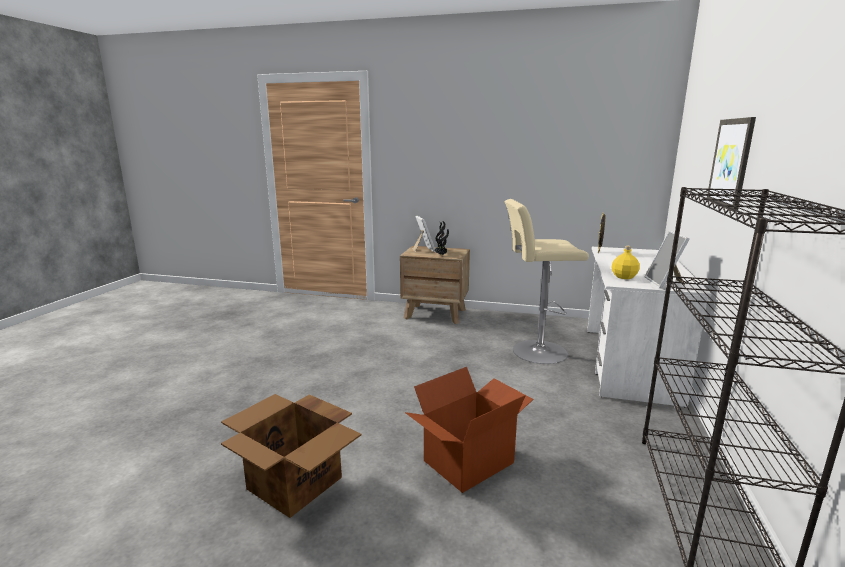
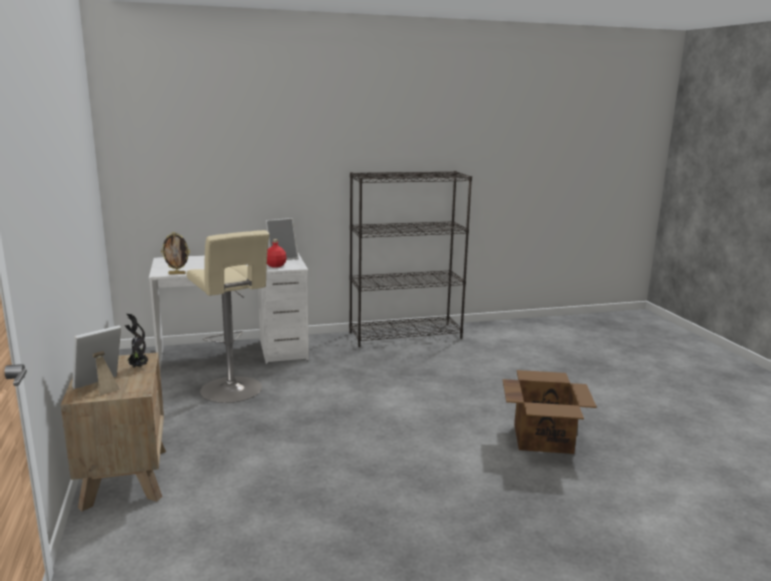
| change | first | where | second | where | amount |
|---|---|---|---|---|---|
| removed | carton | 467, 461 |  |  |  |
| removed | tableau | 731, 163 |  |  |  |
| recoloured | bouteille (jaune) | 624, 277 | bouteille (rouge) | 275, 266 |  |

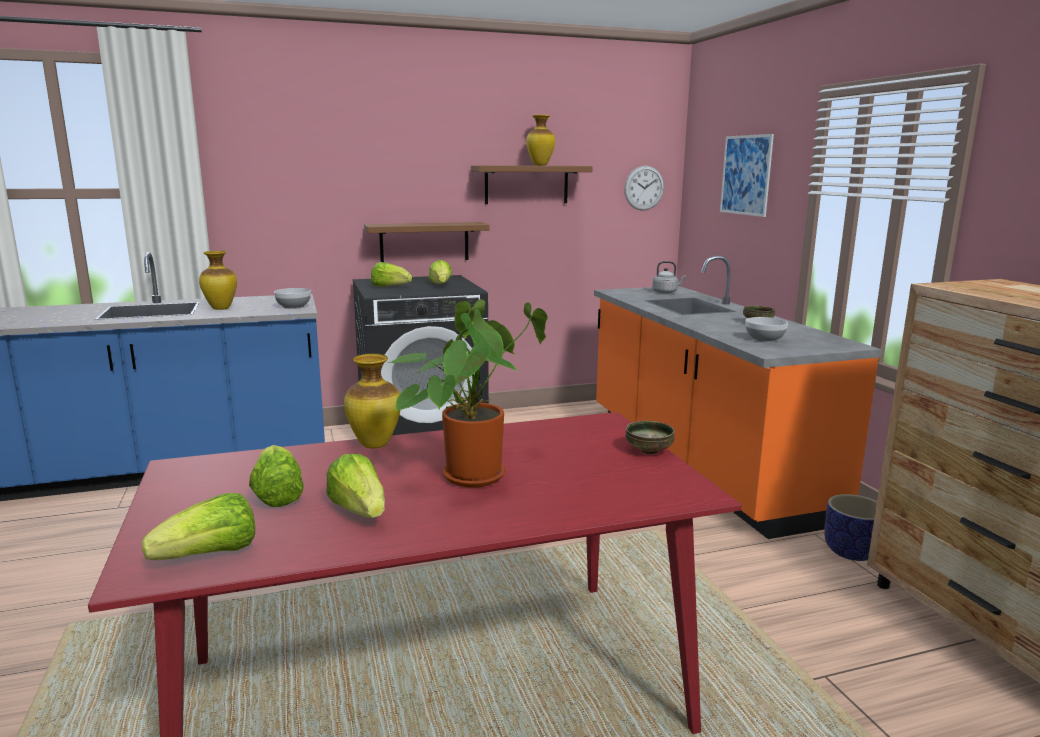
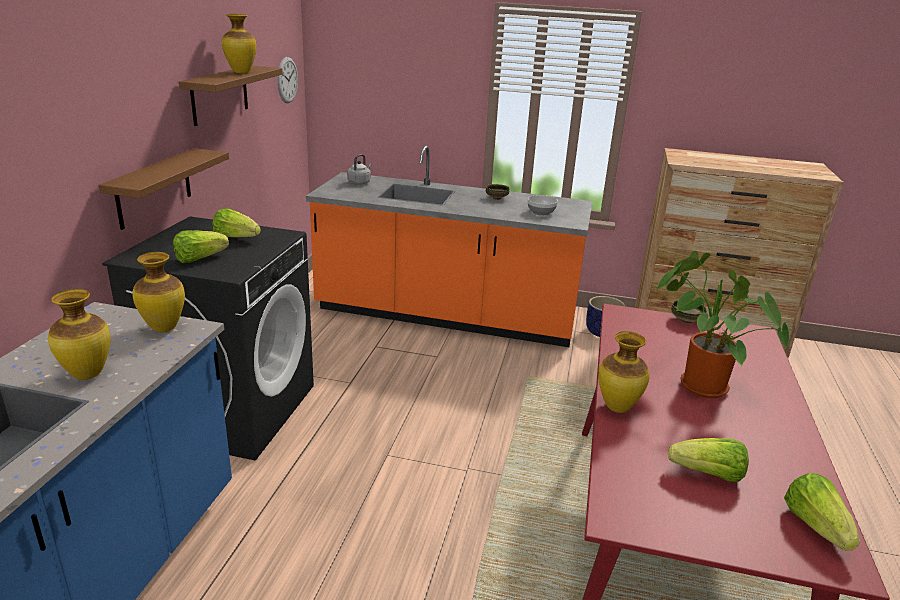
| change | first | where | second | where | amount |
|---|---|---|---|---|---|
| removed | laitue | 359, 510 |  |  |  |
| removed | tableau | 746, 175 |  |  |  |
| replaced | bol | 294, 306 | vase | 164, 328 |  |

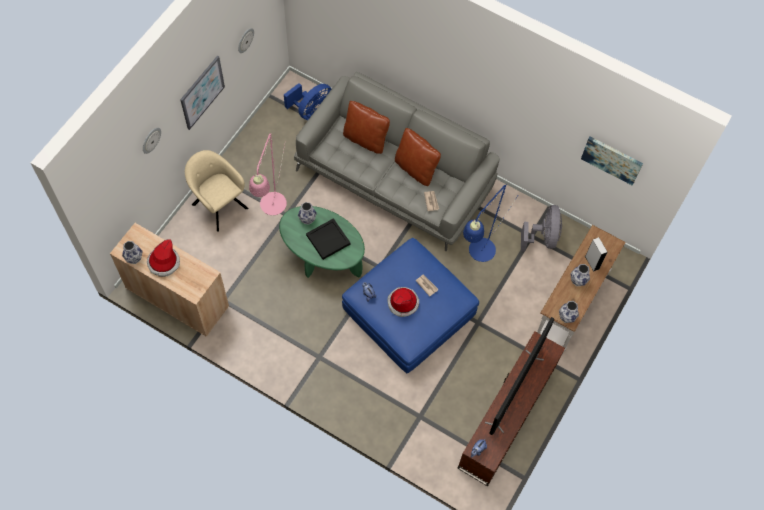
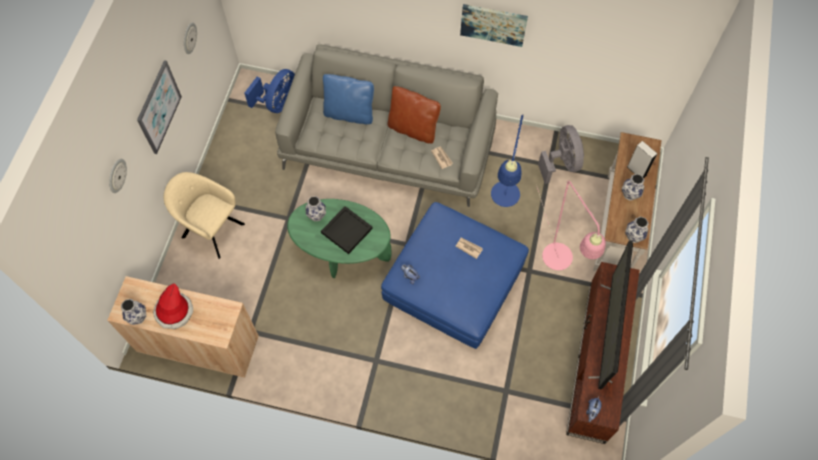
| change | first | where | second | where | amount |
|---|---|---|---|---|---|
| removed | chapeau | 403, 303 |  |  |  |
| moved | lampadaire (rose) | 272, 210 |  | 560, 264 |  |
| moved | tableau | 612, 159 |  | 493, 24 |  |
| recoloured | coussin (marron) | 365, 139 | coussin (bleu) | 349, 113 |  |

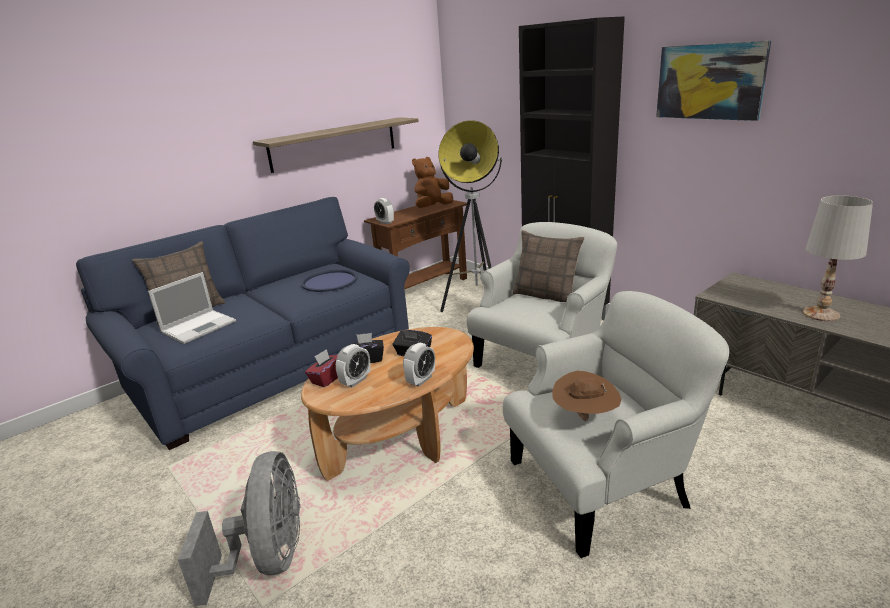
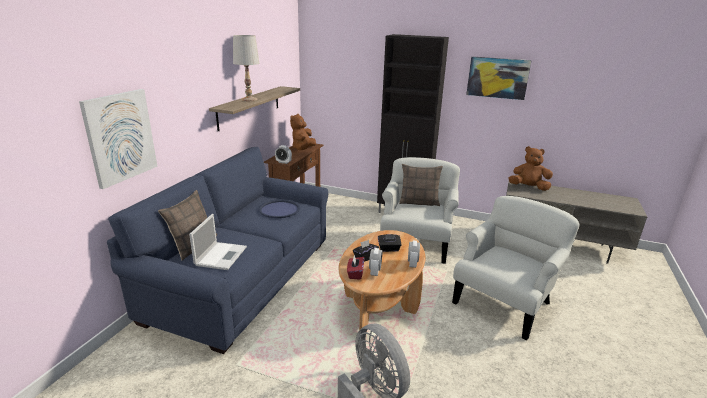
| change | first | where | second | where | amount |
|---|---|---|---|---|---|
| removed | lampadaire | 478, 305 |  |  |  |
| removed | chapeau (marron) | 585, 417 |  |  |  |
| added |  |  | tableau | 120, 137 |  |
| added |  |  | peluche (marron) | 528, 187 |  |
| moved | lampe de table (blanc) | 821, 314 |  | 249, 99 |  |

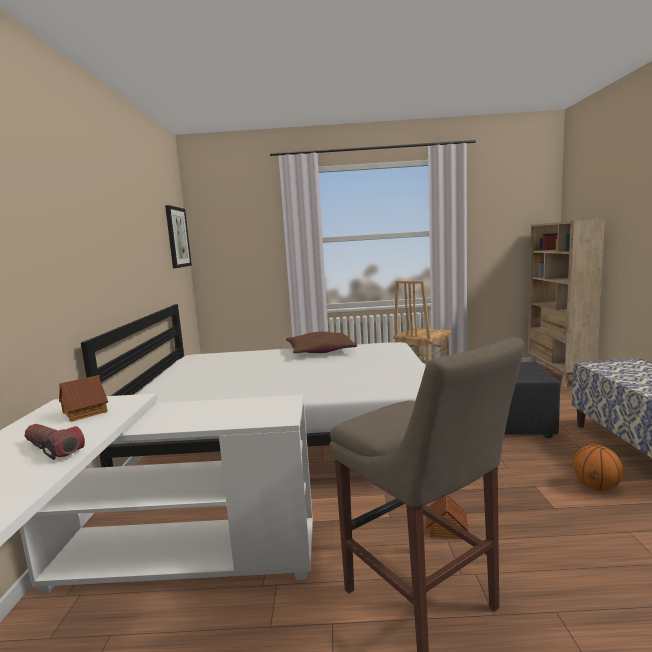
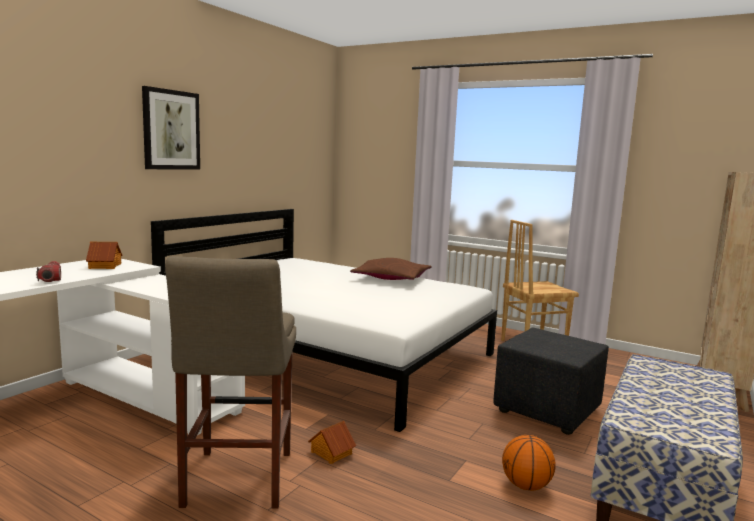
| change | first | where | second | where | amount |
|---|---|---|---|---|---|
| moved | tableau | 177, 237 |  | 171, 130 |  |

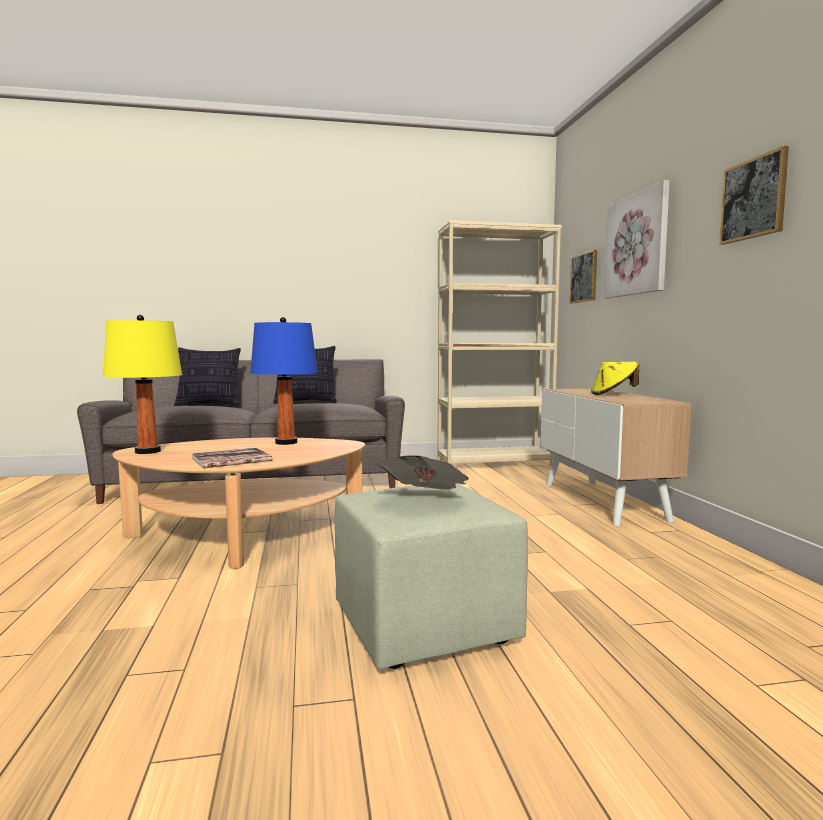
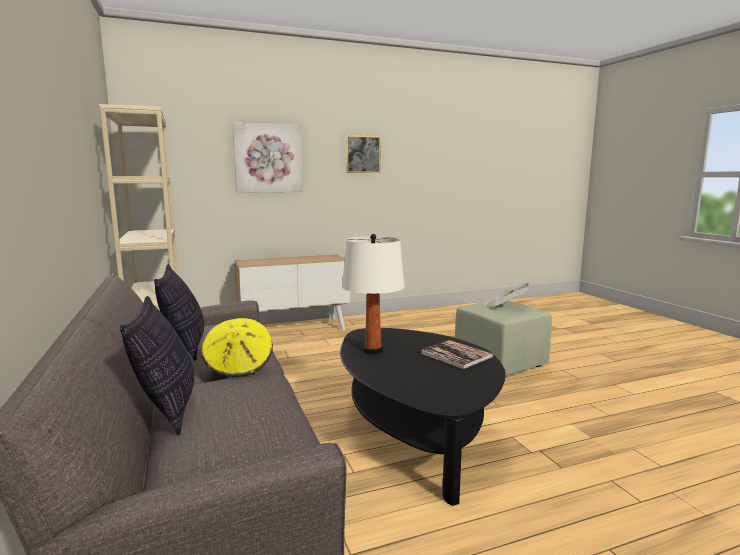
| change | first | where | second | where | amount |
|---|---|---|---|---|---|
| removed | lampe de table (jaune) | 147, 451 |  |  |  |
| removed | tableau | 584, 277 |  |  |  |
| moved | chapeau (jaune) | 613, 394 |  | 239, 366 |  |
| recoloured | table basse (beige) | 245, 535 | table basse (noir) | 415, 433 |  |
| recoloured | lampe de table (bleu) | 286, 442 | lampe de table (blanc) | 373, 350 |  |

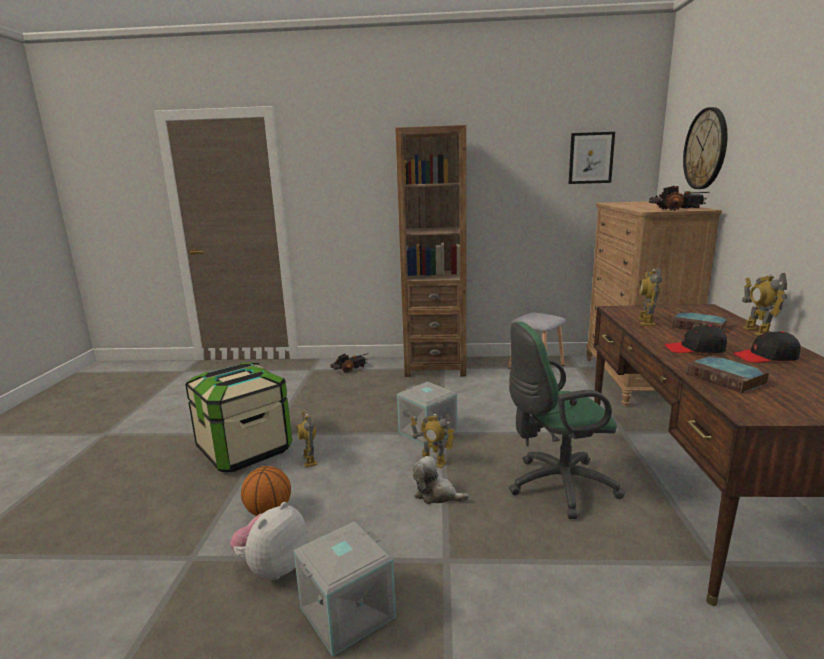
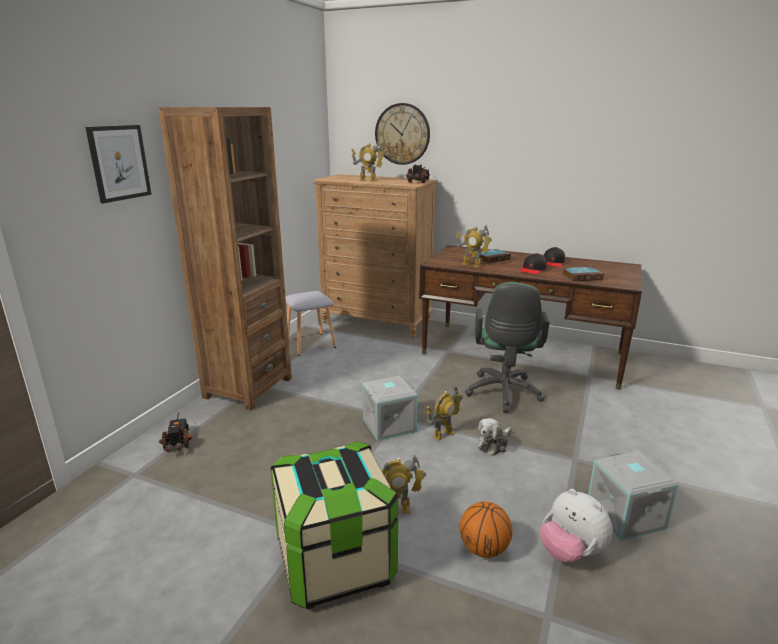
| change | first | where | second | where | amount |
|---|---|---|---|---|---|
| moved | tableau | 591, 158 |  | 119, 163 |  |
| moved | robot jouet | 757, 331 |  | 368, 180 |  |

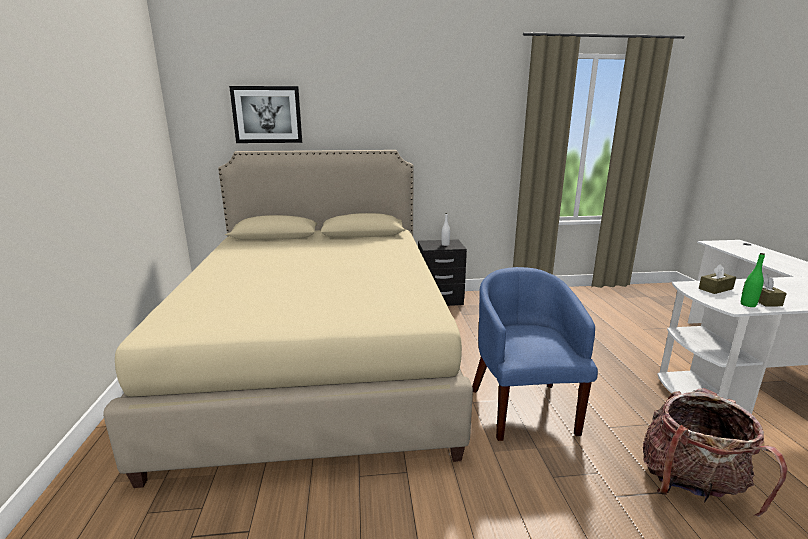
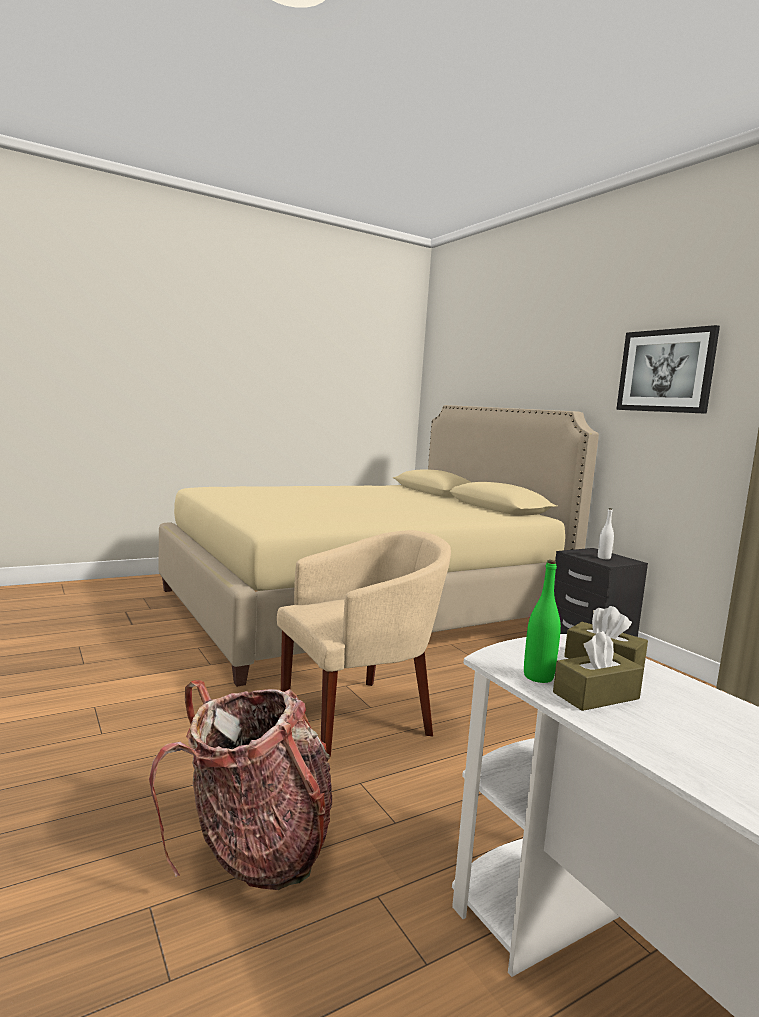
| change | first | where | second | where | amount |
|---|---|---|---|---|---|
| moved | tableau | 267, 115 |  | 665, 371 |  |
| recoloured | fauteuil (bleu) | 522, 407 | fauteuil (beige) | 359, 716 |  |

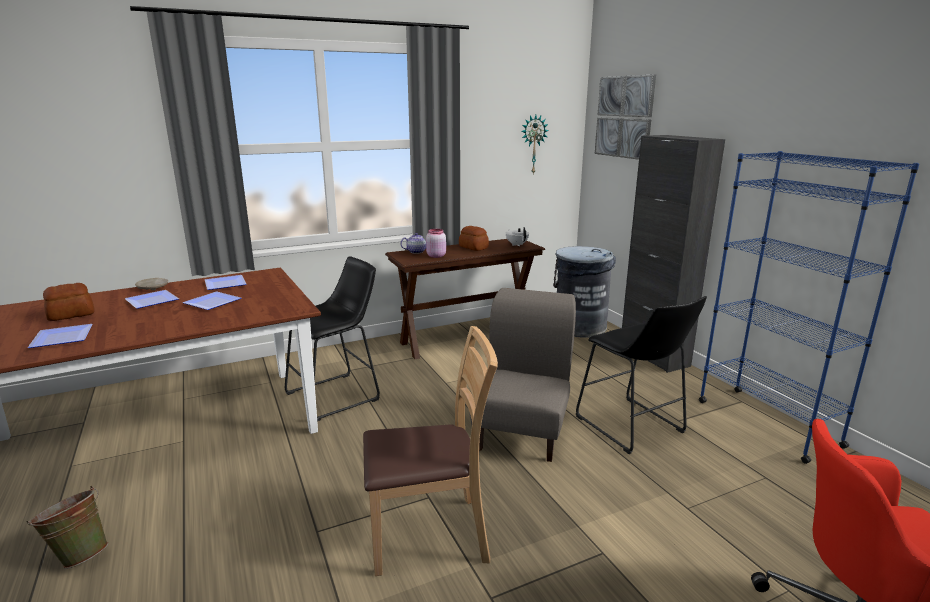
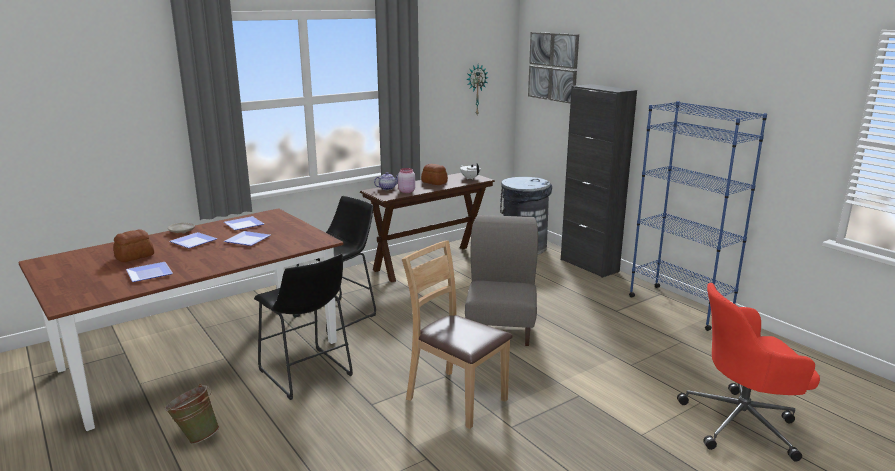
| change | first | where | second | where | amount |
|---|---|---|---|---|---|
| moved | tabouret (noir) | 632, 427 |  | 307, 375 |  |
| turned | chaise (marron) | 430, 535 |  | 456, 398 | 120 degrees counterclockwise |

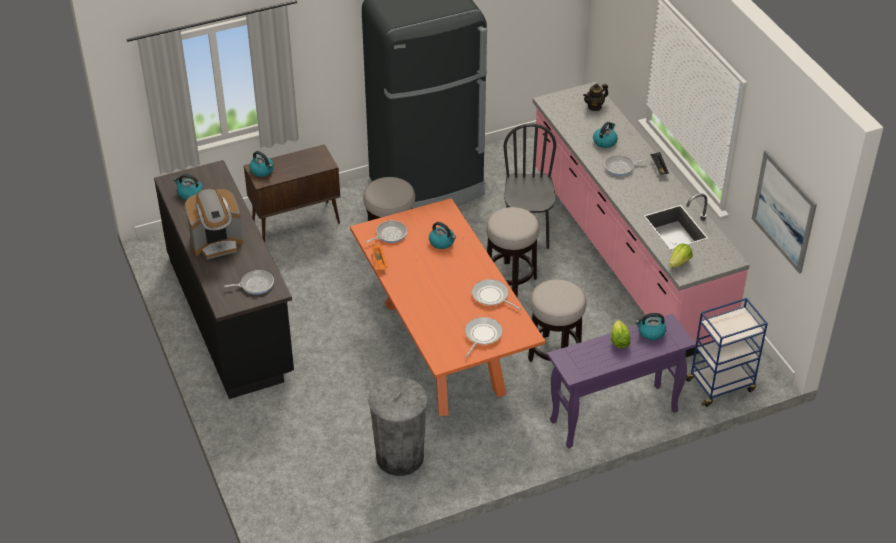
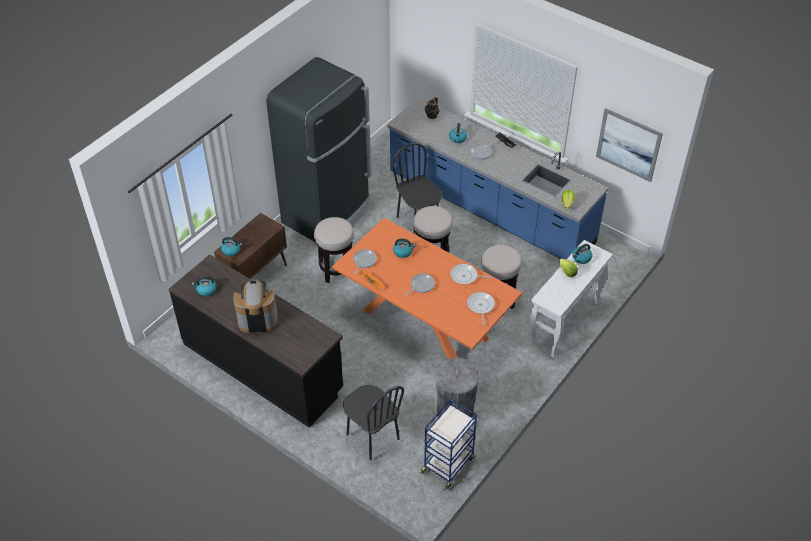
| change | first | where | second | where | amount |
|---|---|---|---|---|---|
| added |  |  | chaise (noir) | 372, 437 |  |
| moved | poêle | 255, 284 |  | 421, 285 |  |
| moved | chariot (bleu) | 720, 385 |  | 448, 464 |  |
| recoloured | comptoir de cuisine (rose) | 625, 253 | comptoir de cuisine (bleu) | 489, 209 |  |
| recoloured | table console (violet) | 613, 417 | table console (blanc) | 564, 323 |  |
| turned | machine à café | 217, 243 |  | 257, 319 | 135 degrees counterclockwise |

